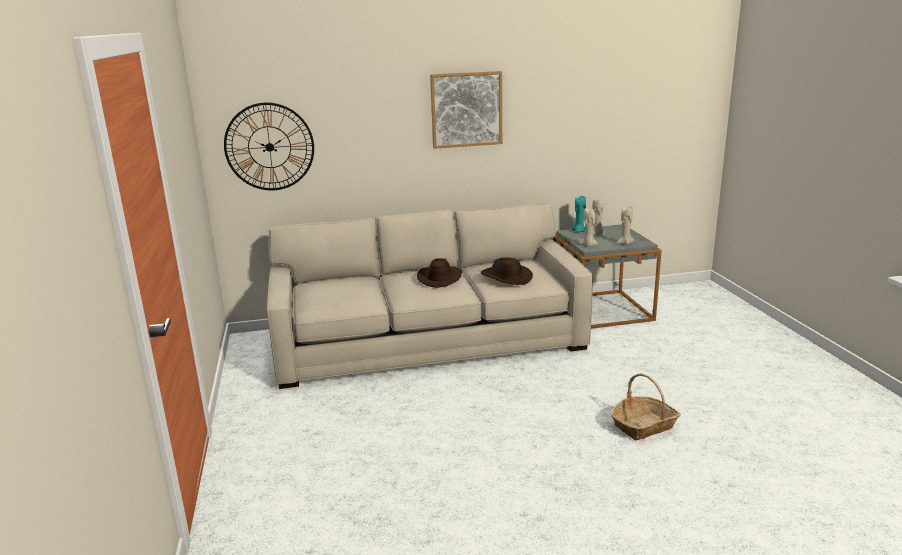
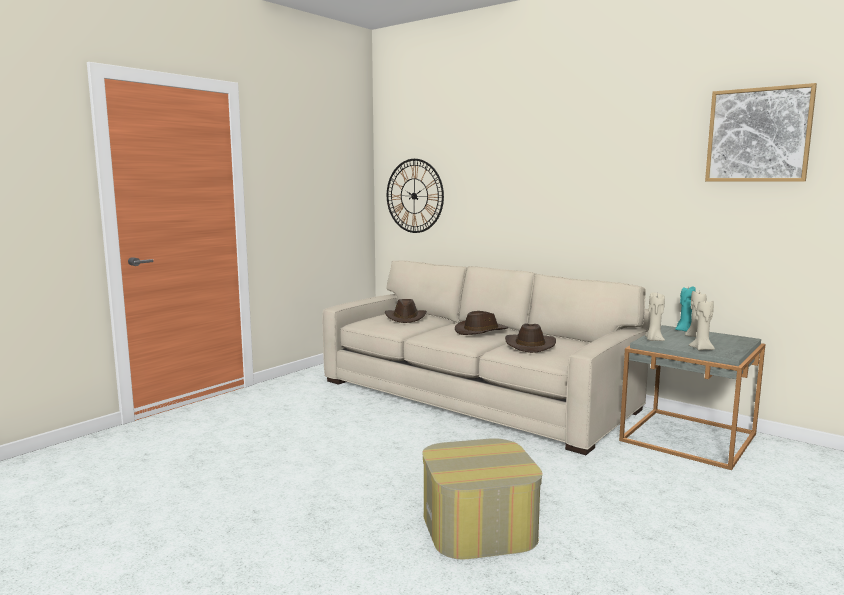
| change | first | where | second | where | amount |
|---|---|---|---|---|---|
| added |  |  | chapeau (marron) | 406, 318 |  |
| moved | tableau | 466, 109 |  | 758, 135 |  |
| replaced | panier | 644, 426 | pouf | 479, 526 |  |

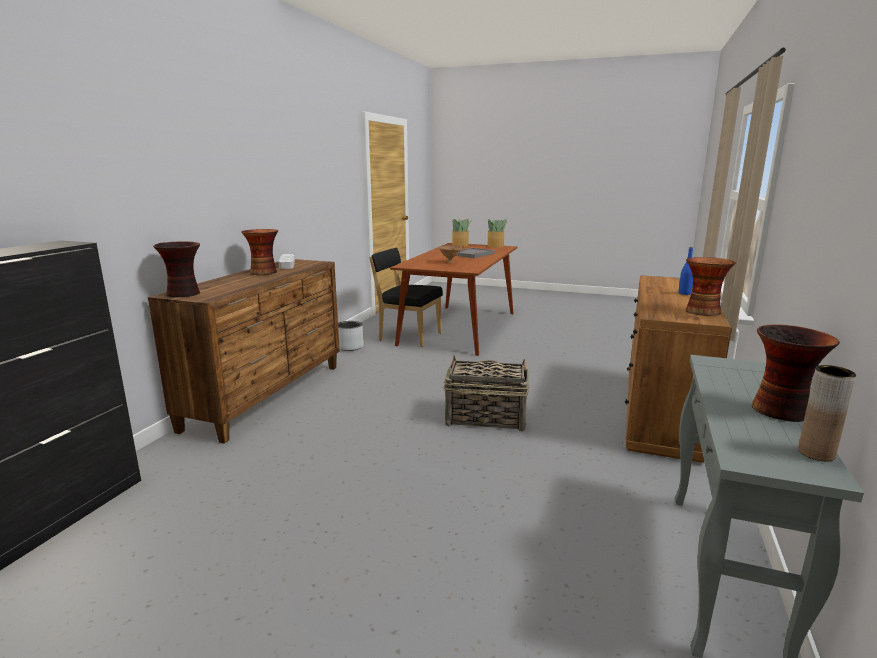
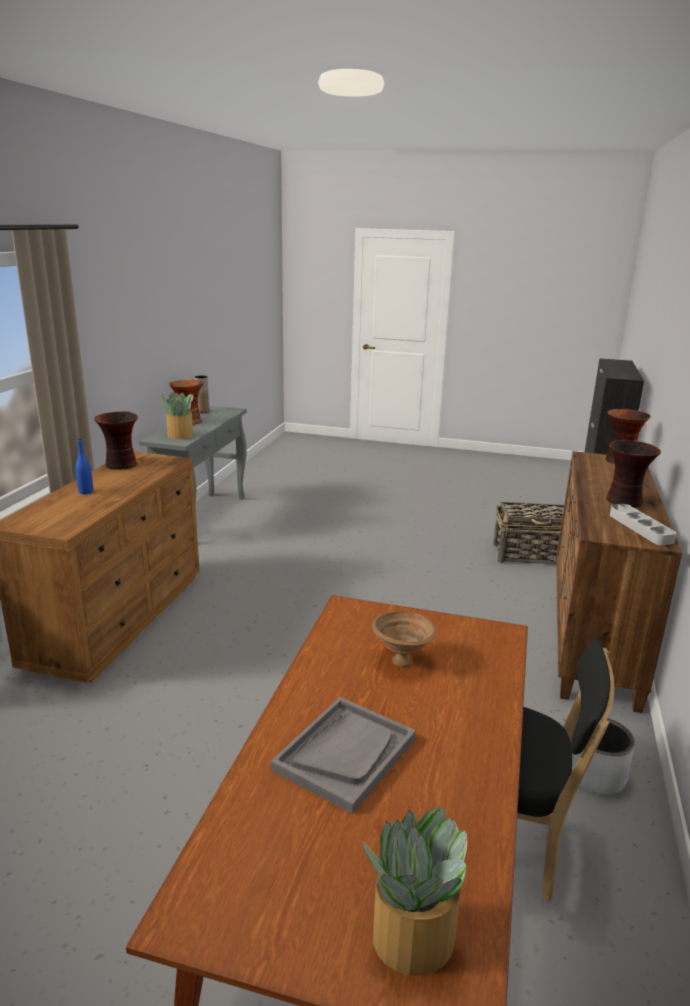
| change | first | where | second | where | amount |
|---|---|---|---|---|---|
| moved | panier | 485, 417 |  | 532, 555 |  |
| moved | plante en pot | 496, 246 |  | 179, 435 |  |

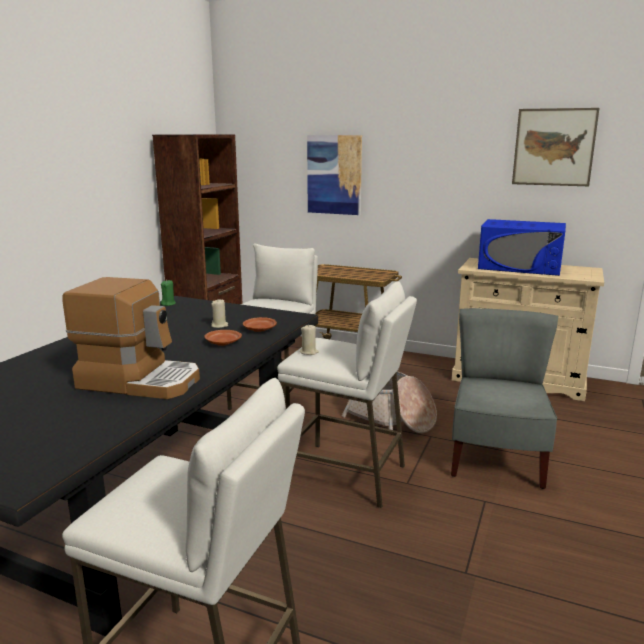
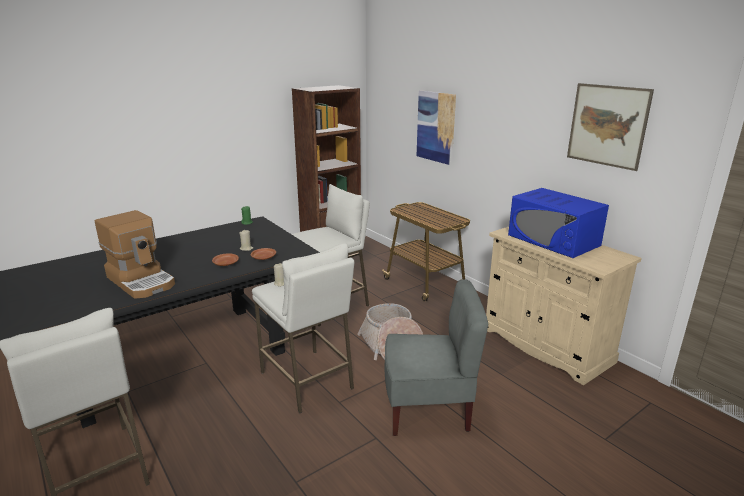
| change | first | where | second | where | amount |
|---|---|---|---|---|---|
| turned | chaise (gris) | 495, 459 |  | 428, 409 | 45 degrees clockwise |

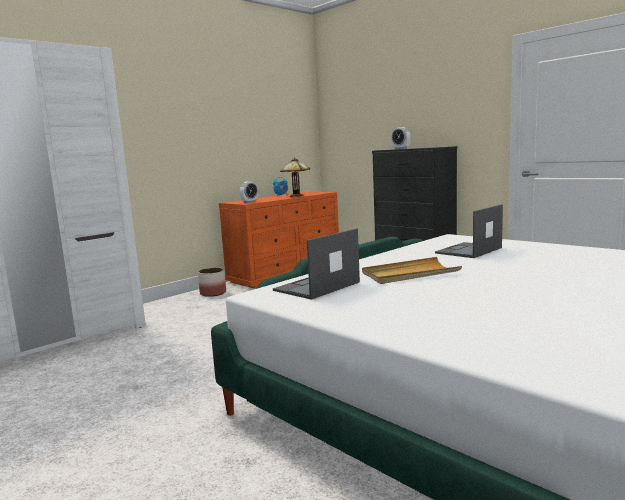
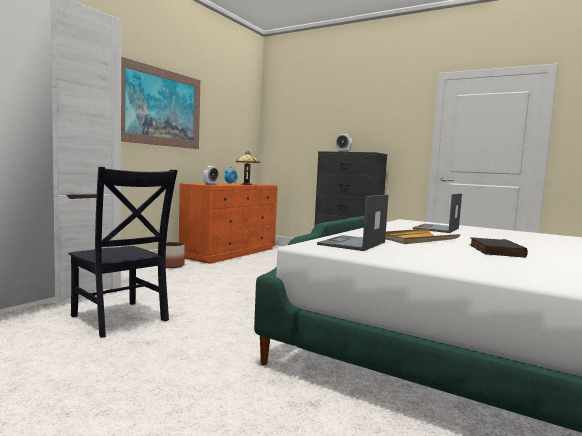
| change | first | where | second | where | amount |
|---|---|---|---|---|---|
| added |  |  | chaise (noir) | 121, 319 |  |
| added |  |  | tableau | 161, 107 |  |
| added |  |  | livre (noir) | 494, 251 |  |

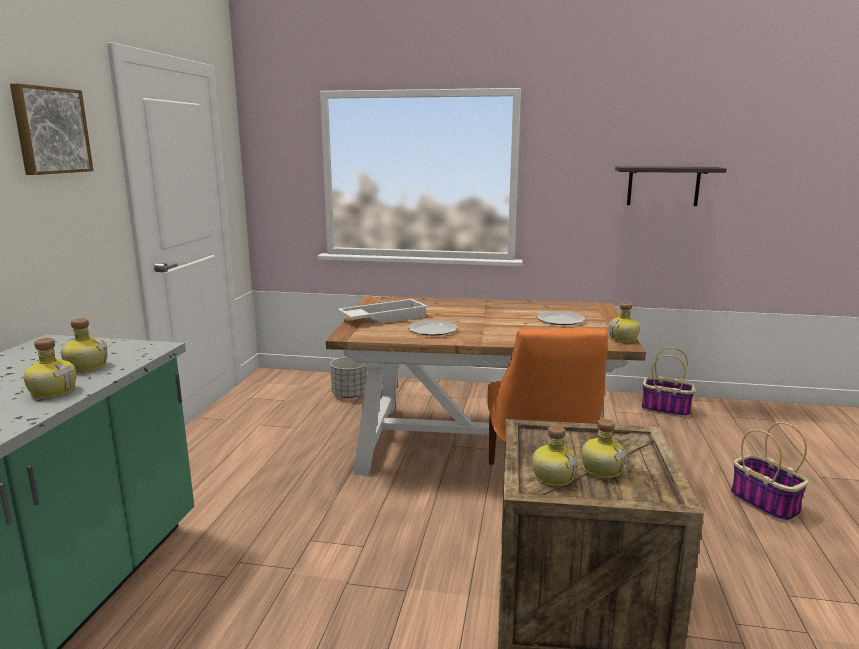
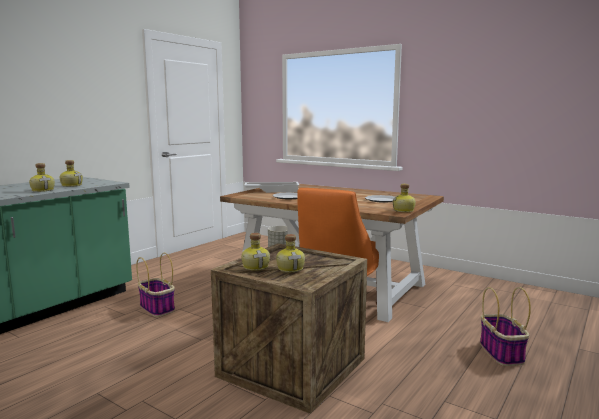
| change | first | where | second | where | amount |
|---|---|---|---|---|---|
| removed | tableau | 50, 130 |  |  |  |
| removed | étagère | 663, 186 |  |  |  |
| moved | panier | 666, 409 |  | 157, 308 |  |

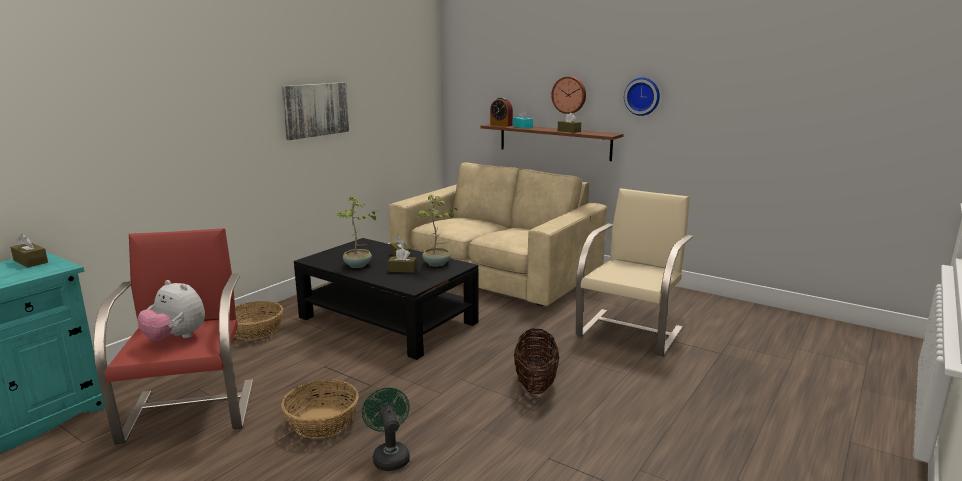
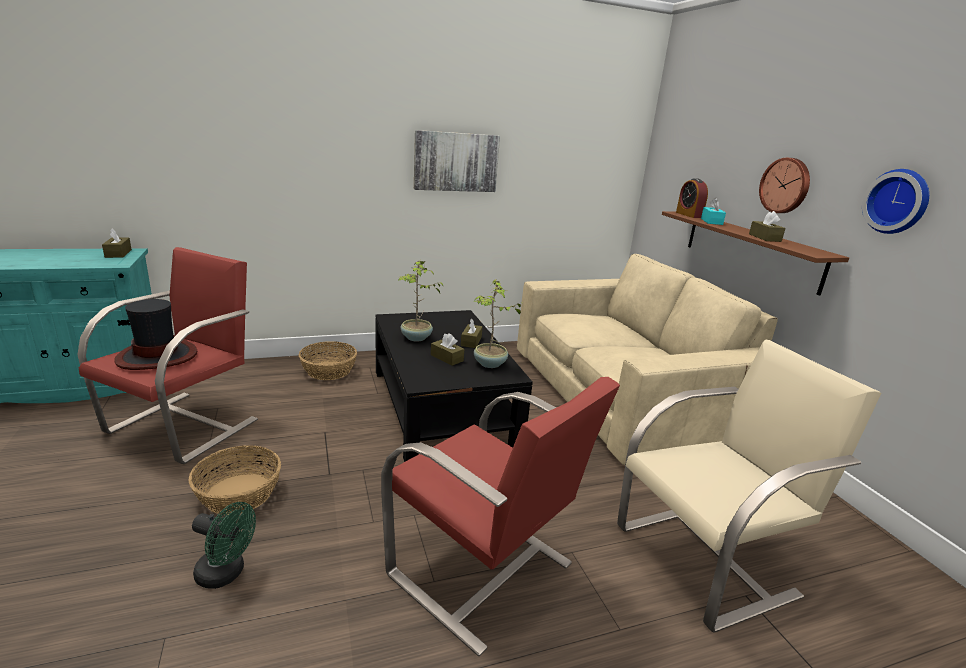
| change | first | where | second | where | amount |
|---|---|---|---|---|---|
| replaced | peluche | 176, 338 | chapeau | 157, 356 |  |
| replaced | panier | 535, 383 | fauteuil (rouge) | 482, 570 |  |
| turned | ventilateur (vert) | 389, 456 |  | 226, 573 | 90 degrees clockwise |

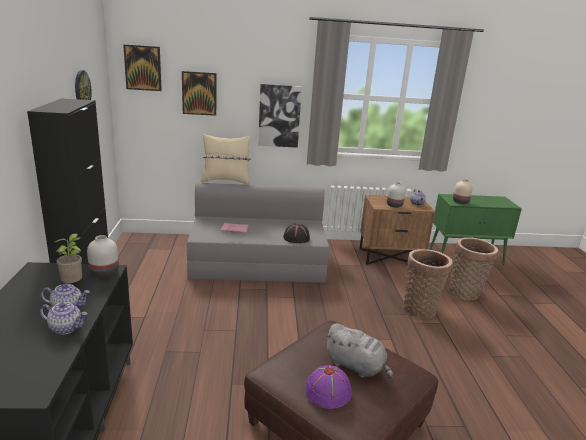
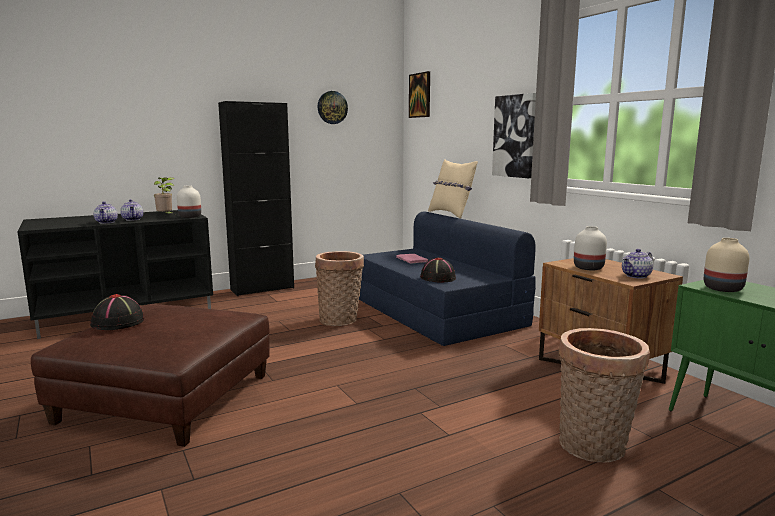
| change | first | where | second | where | amount |
|---|---|---|---|---|---|
| removed | tableau | 199, 93 |  |  |  |
| removed | peluche (gris) | 356, 366 |  |  |  |
| moved | panier | 420, 308 |  | 340, 320 |  |
| recoloured | canapé (gris) | 257, 260 | canapé (bleu) | 437, 310 |  |
| recoloured | chapeau (violet) | 328, 391 | chapeau (noir) | 118, 323 |  |

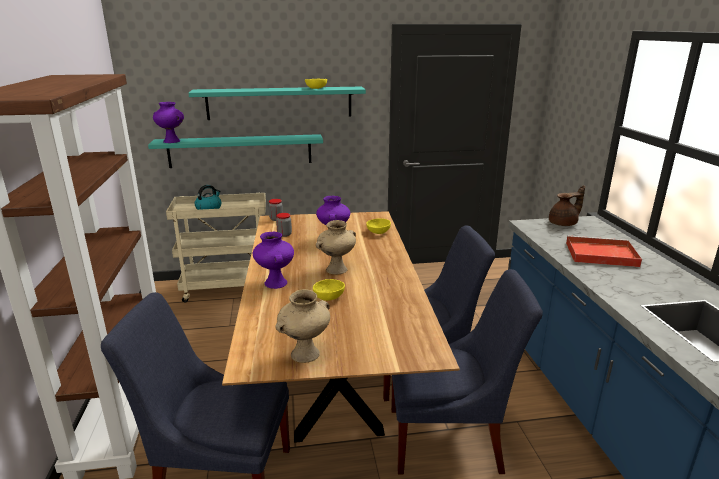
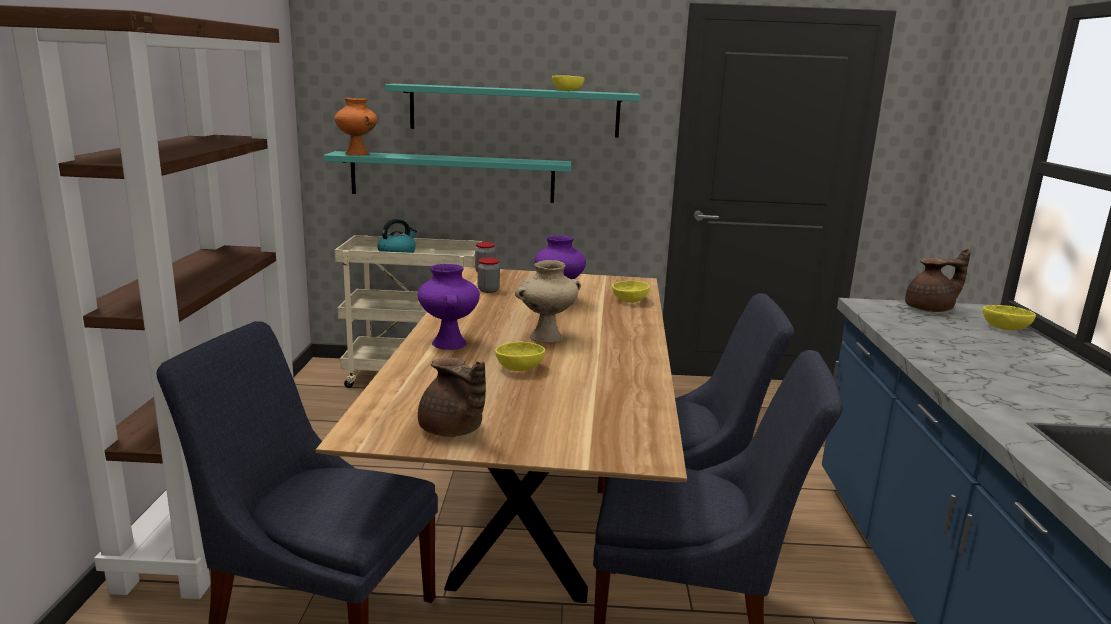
| change | first | where | second | where | amount |
|---|---|---|---|---|---|
| removed | plateau (rouge) | 599, 254 |  |  |  |
| added |  |  | bol (jaune) | 1004, 328 |  |
| replaced | vase (beige) | 305, 355 | théière (marron) | 452, 431 |  |
| recoloured | vase (violet) | 172, 141 | vase (orange) | 358, 154 |  |

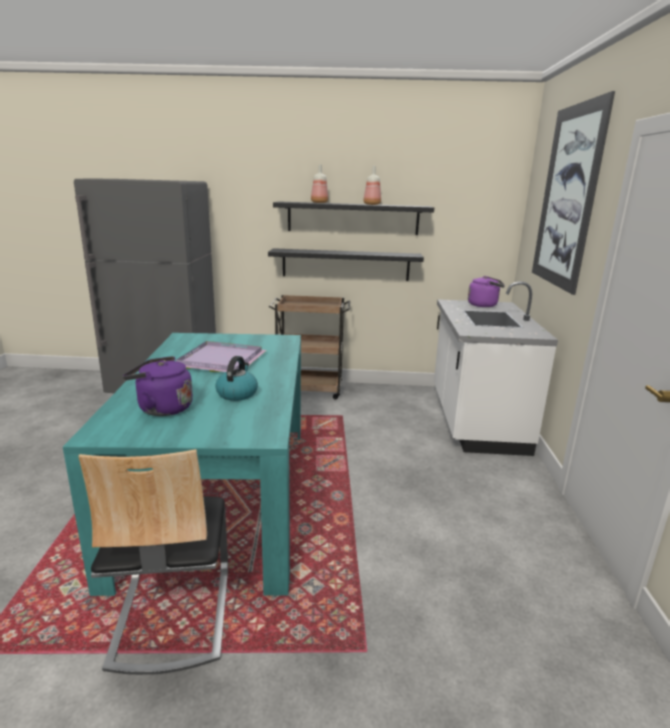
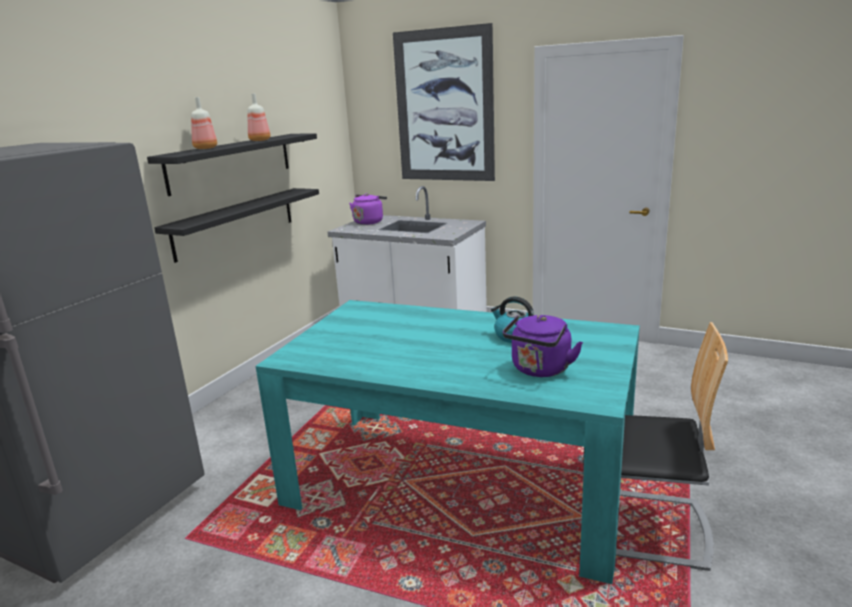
| change | first | where | second | where | amount |
|---|---|---|---|---|---|
| removed | plateau (violet) | 219, 361 |  |  |  |
| removed | chariot (marron) | 310, 390 |  |  |  |

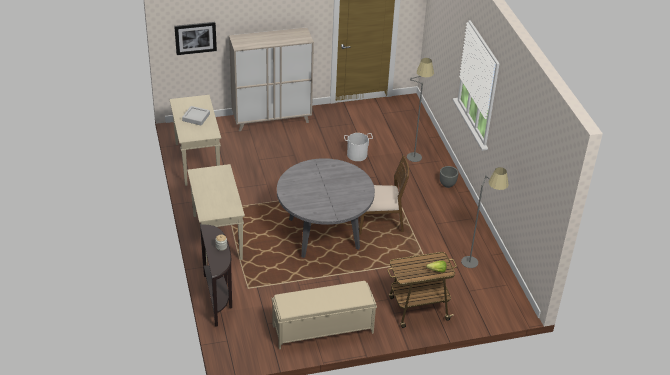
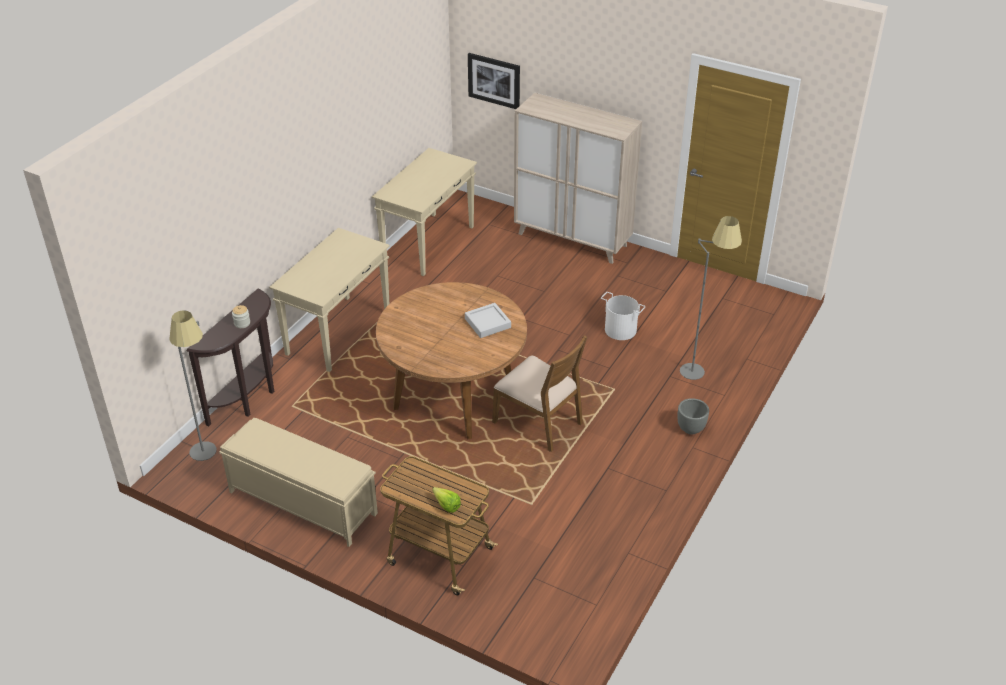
| change | first | where | second | where | amount |
|---|---|---|---|---|---|
| moved | plateau (gris) | 196, 117 |  | 487, 323 |  |
| moved | lampadaire (gris) | 477, 262 |  | 210, 457 |  |
| recoloured | table à manger (gris) | 324, 234 | table à manger (marron) | 454, 397 |  |

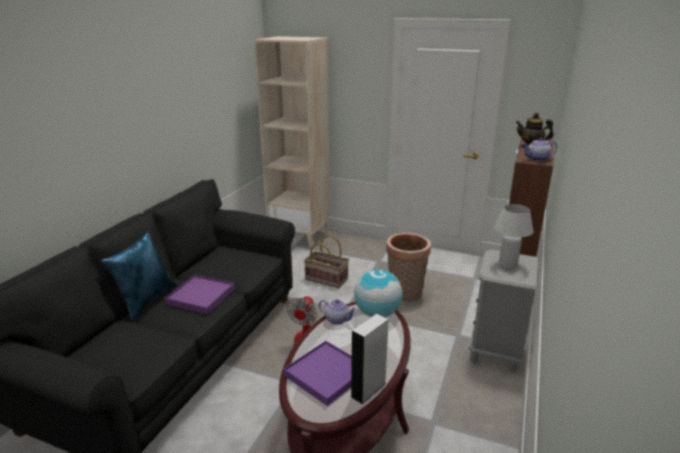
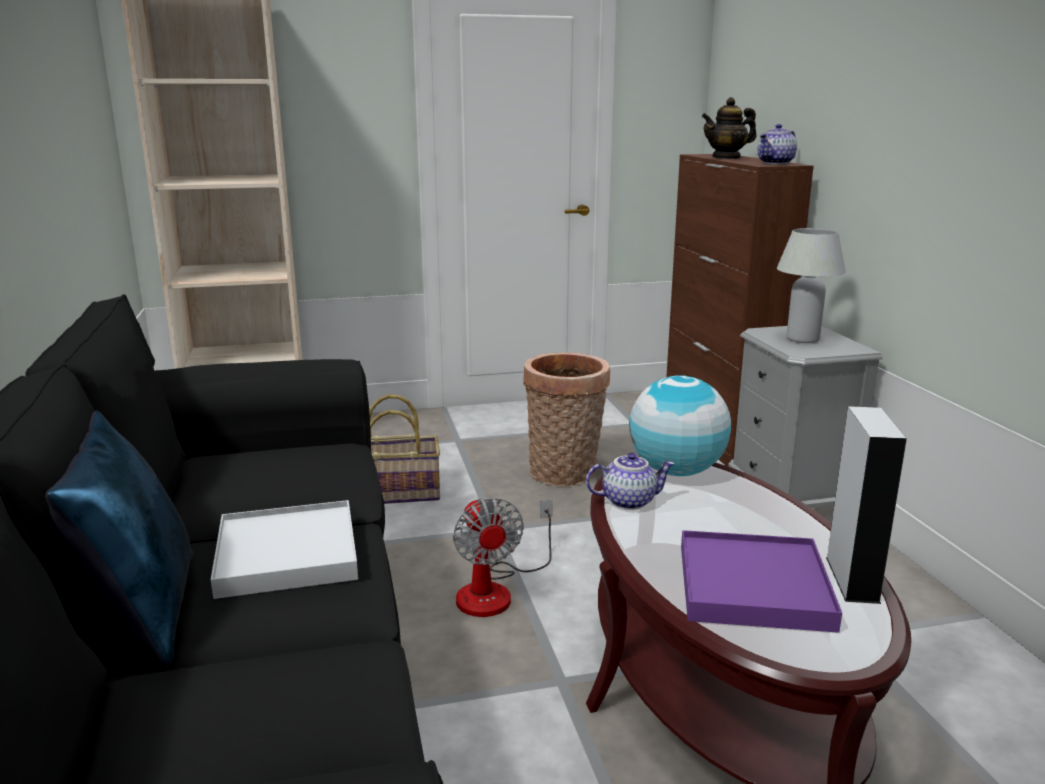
| change | first | where | second | where | amount |
|---|---|---|---|---|---|
| recoloured | plateau (violet) | 201, 296 | plateau (blanc) | 287, 554 |  |

